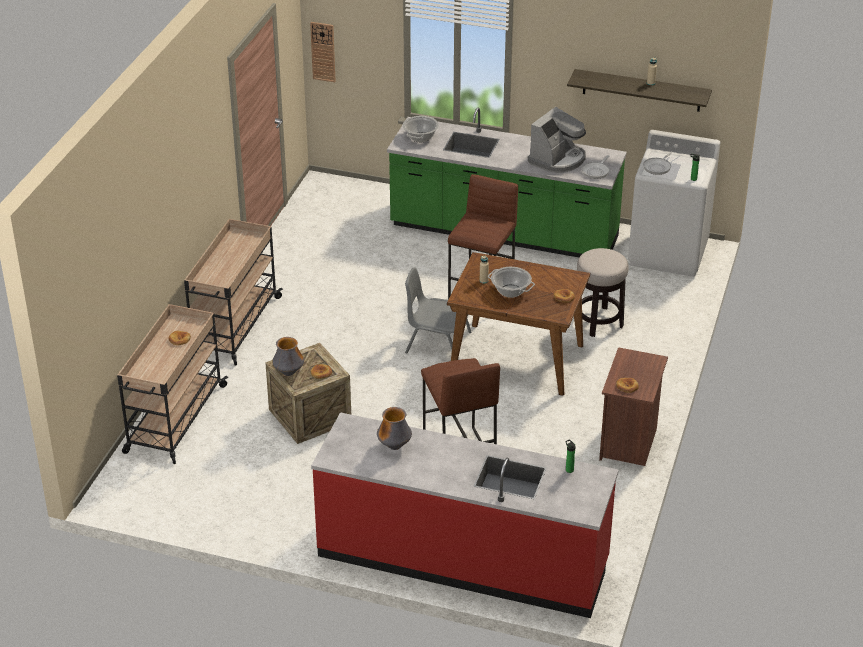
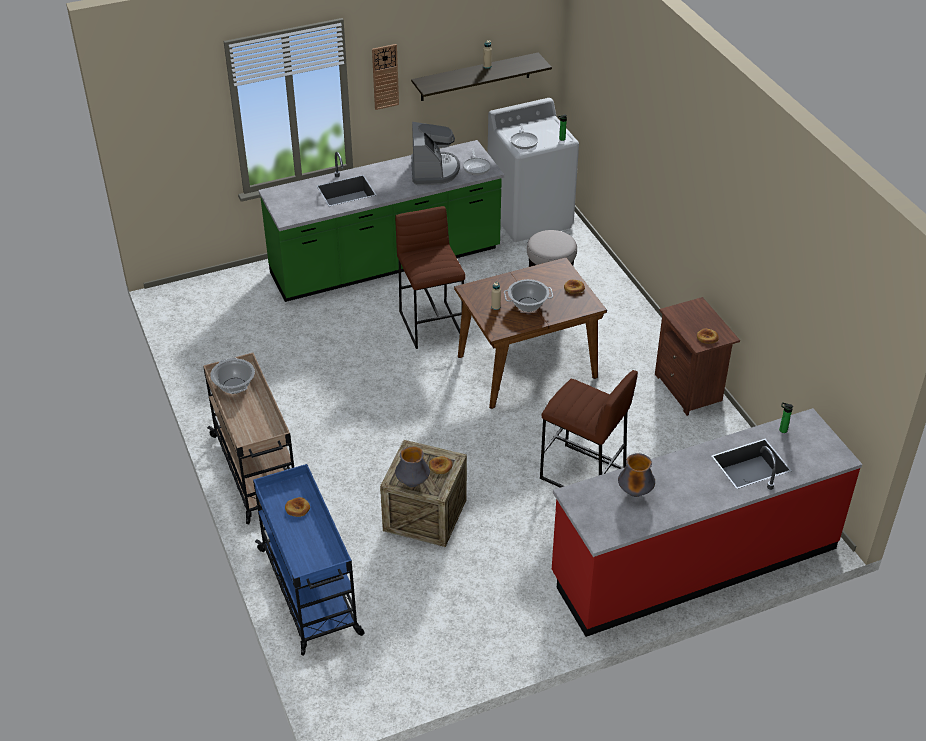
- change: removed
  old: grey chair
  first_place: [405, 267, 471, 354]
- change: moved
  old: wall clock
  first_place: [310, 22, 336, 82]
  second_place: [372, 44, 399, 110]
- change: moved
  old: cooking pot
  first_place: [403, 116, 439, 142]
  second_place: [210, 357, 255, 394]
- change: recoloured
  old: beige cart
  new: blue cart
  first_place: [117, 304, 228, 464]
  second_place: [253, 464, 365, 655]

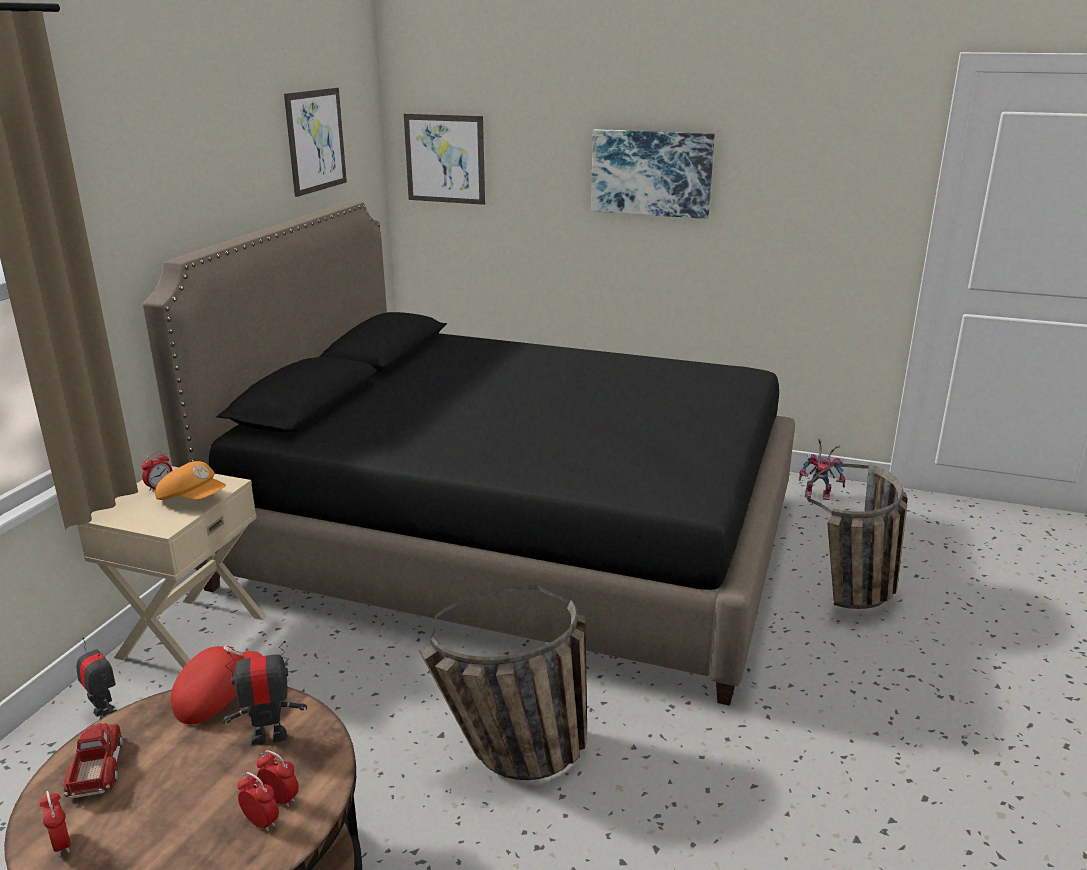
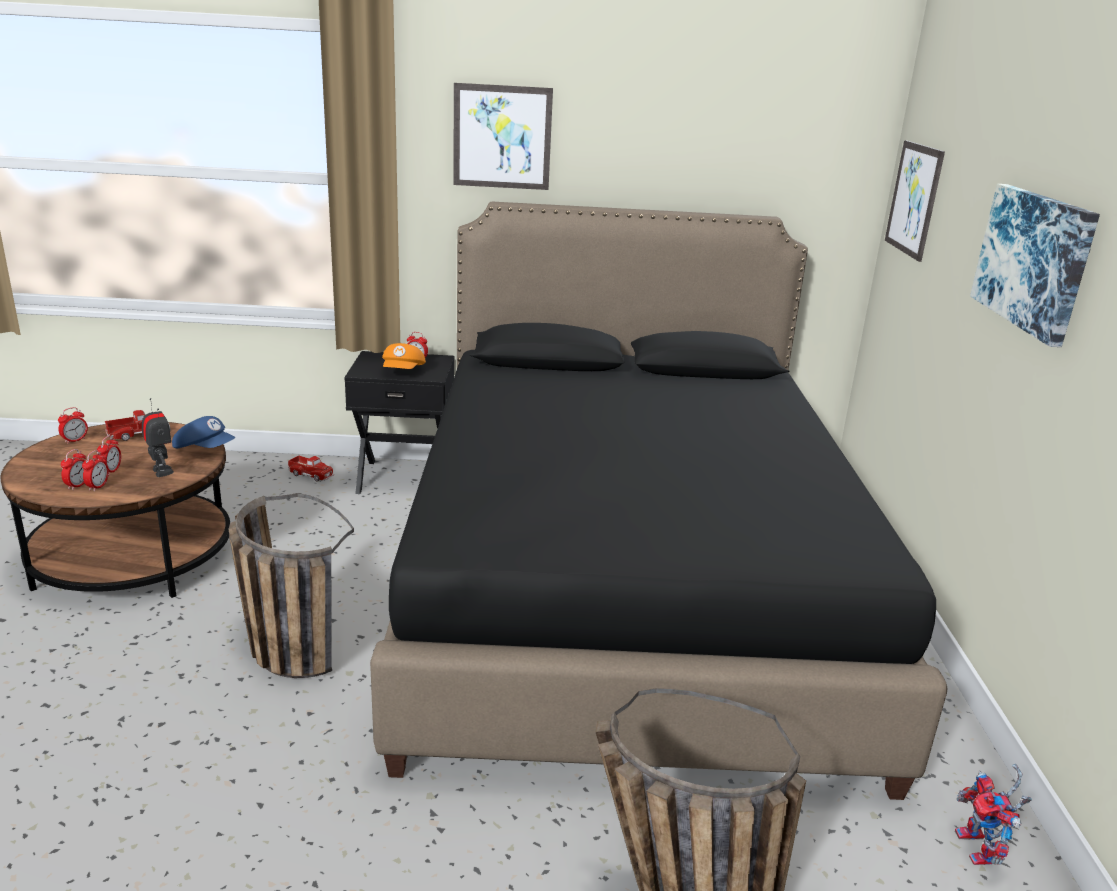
- change: added
  new: alarm clock
  second_place: [97, 436, 121, 475]
- change: moved
  old: picture
  first_place: [284, 88, 347, 197]
  second_place: [453, 83, 553, 190]
- change: replaced
  old: toy robot
  new: toy truck
  first_place: [76, 638, 117, 720]
  second_place: [288, 455, 335, 482]
- change: recoloured
  old: beige nightstand
  new: black nightstand
  first_place: [77, 466, 266, 668]
  second_place: [344, 351, 455, 494]
- change: recoloured
  old: red cap
  new: blue cap
  first_place: [171, 645, 263, 724]
  second_place: [172, 416, 235, 448]

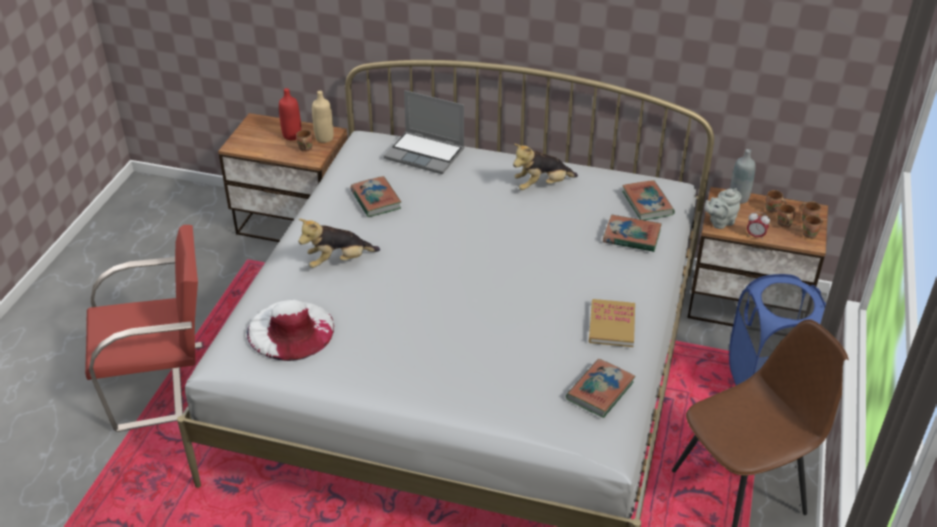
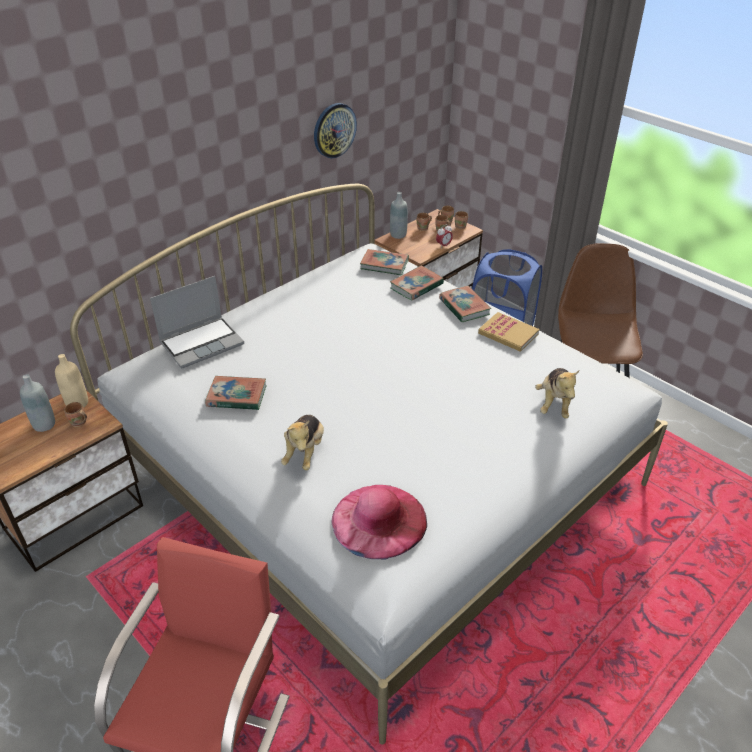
- change: removed
  old: grey teapot
  first_place: [704, 188, 741, 229]
- change: added
  new: wall clock
  second_place: [314, 103, 357, 158]
- change: moved
  old: plush toy
  first_place: [513, 144, 578, 190]
  second_place: [535, 368, 579, 418]
- change: moved
  old: book
  first_place: [566, 359, 636, 418]
  second_place: [439, 286, 491, 322]
- change: recoloured
  old: white hat
  new: pink hat
  first_place: [247, 300, 334, 361]
  second_place: [331, 485, 427, 560]
- change: recoloured
  old: red bottle
  new: grey bottle
  first_place: [279, 88, 301, 140]
  second_place: [20, 374, 55, 432]

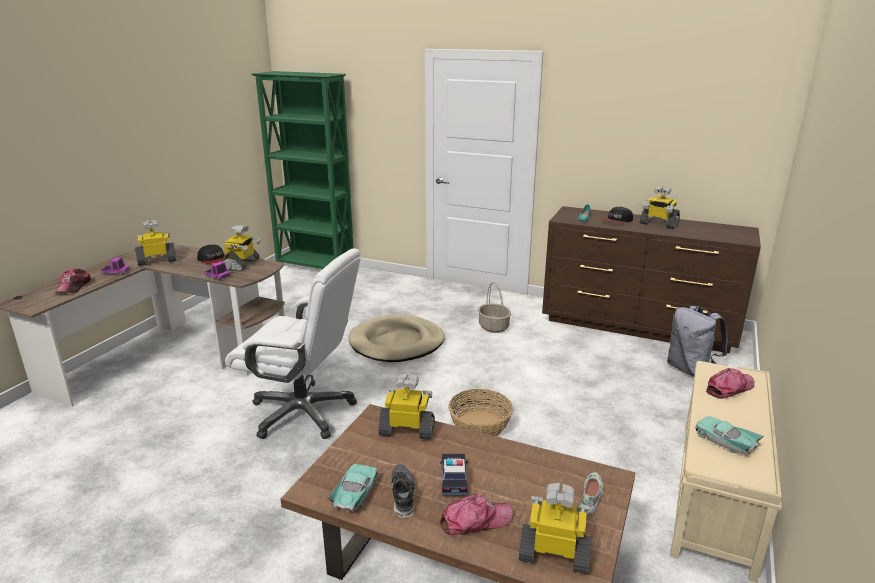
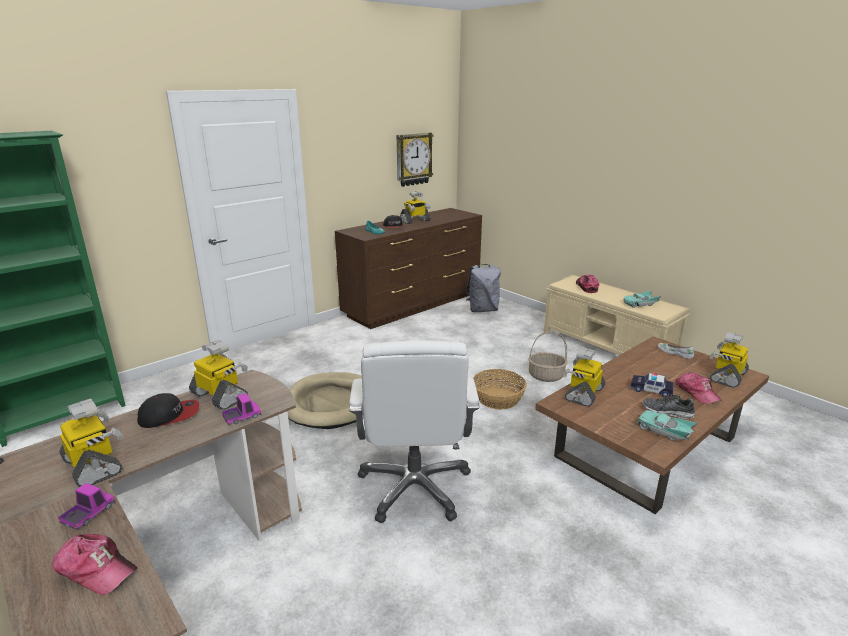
- change: added
  new: wall clock
  second_place: [397, 132, 434, 187]
- change: moved
  old: basket
  first_place: [478, 282, 511, 333]
  second_place: [528, 331, 568, 382]
- change: turned
  old: toy robot
  first_place: [135, 220, 177, 266]
  second_place: [59, 399, 123, 487]
  degrees: 135
- change: turned
  old: white office chair
  first_place: [225, 248, 361, 439]
  second_place: [349, 340, 480, 523]
  degrees: 135
- change: turned
  old: cap
  first_place: [440, 494, 513, 535]
  second_place: [676, 372, 722, 404]
  degrees: 150

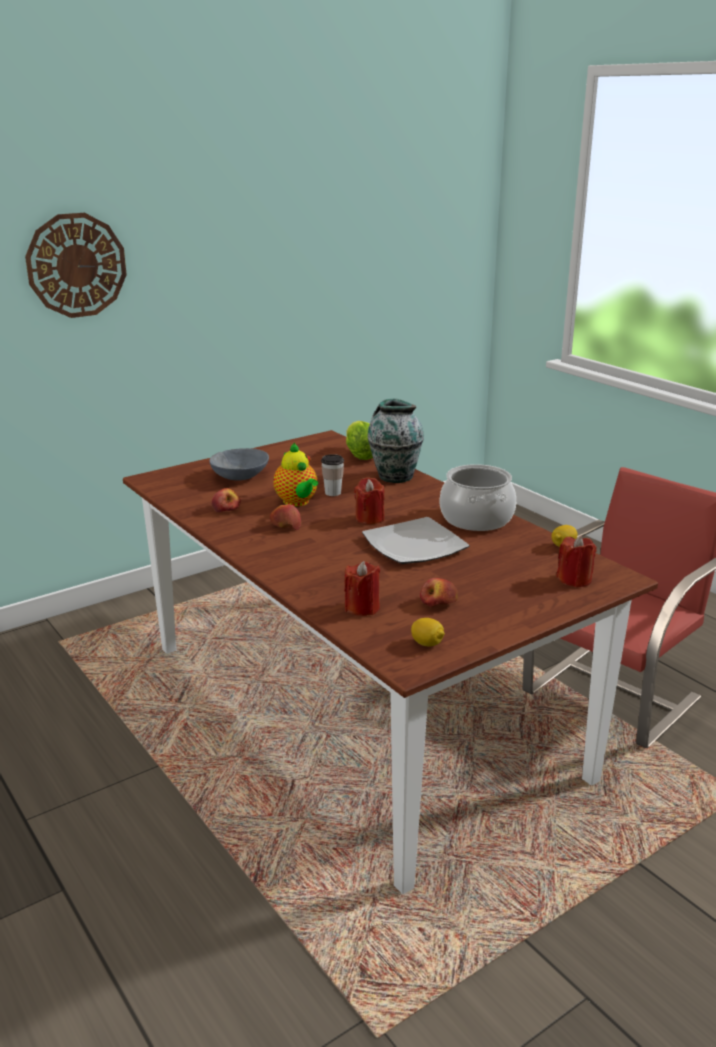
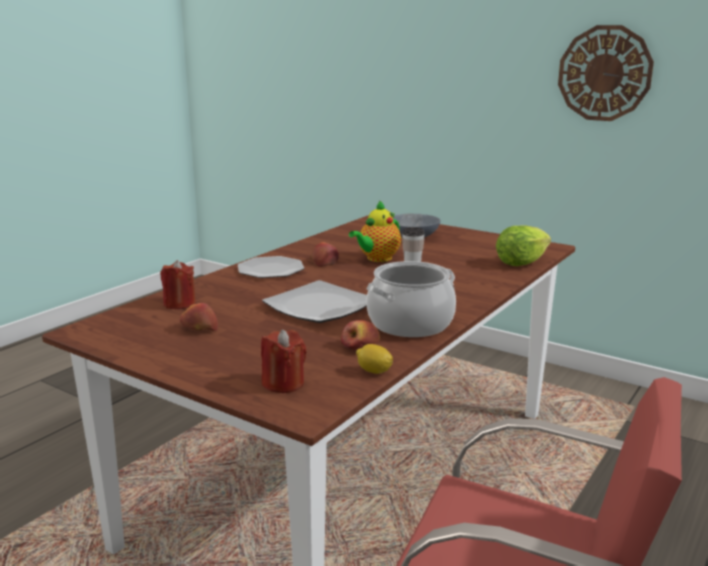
- change: removed
  old: red candle
  first_place: [354, 477, 385, 524]
- change: removed
  old: vase
  first_place: [368, 399, 424, 483]
- change: removed
  old: lemon
  first_place: [411, 618, 445, 647]
- change: added
  new: plate
  second_place: [238, 256, 304, 278]
- change: moved
  old: wall clock
  first_place: [25, 213, 127, 318]
  second_place: [558, 25, 654, 121]
- change: moved
  old: apple
  first_place: [211, 488, 241, 512]
  second_place: [341, 320, 380, 350]

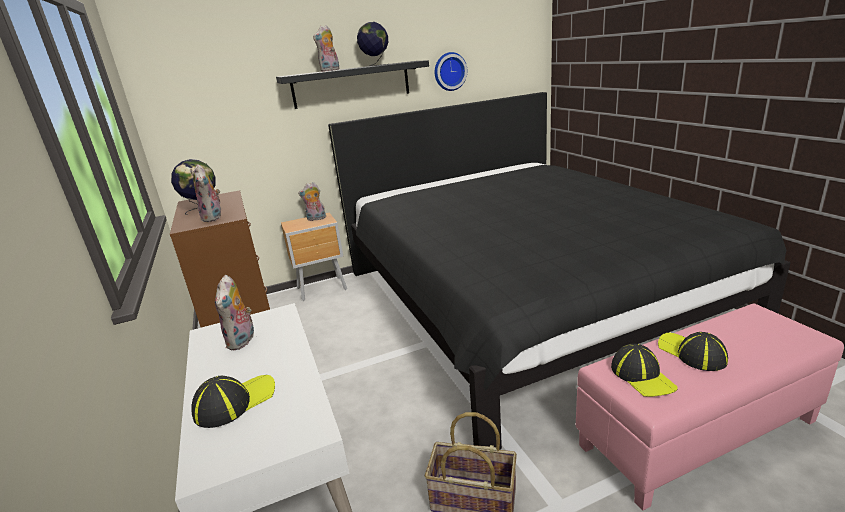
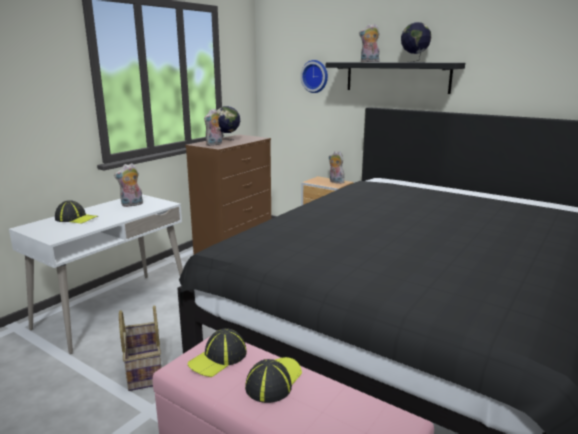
- change: moved
  old: wall clock
  first_place: [435, 52, 467, 91]
  second_place: [300, 60, 328, 93]

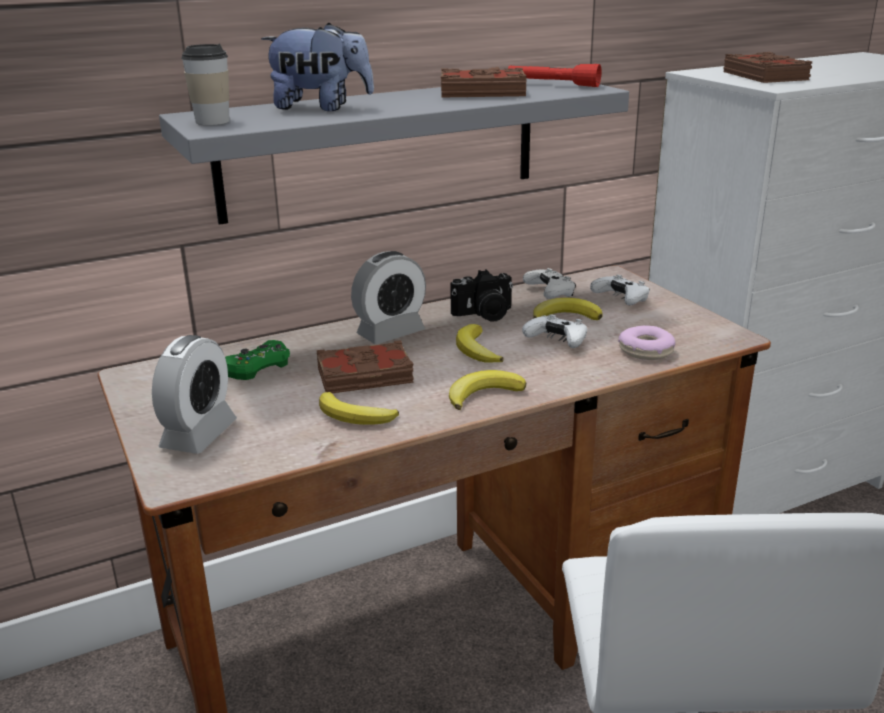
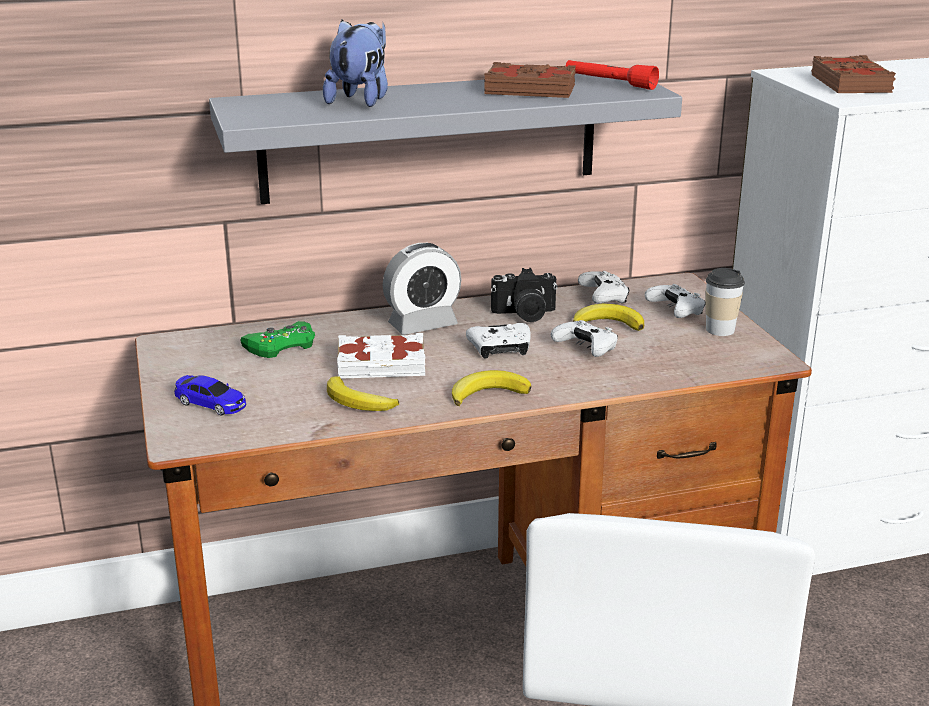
- change: removed
  old: donut
  first_place: [618, 326, 675, 360]
- change: moved
  old: cup
  first_place: [181, 43, 230, 125]
  second_place: [706, 268, 745, 336]
- change: replaced
  old: alarm clock
  new: toy car
  first_place: [152, 335, 237, 454]
  second_place: [174, 375, 246, 415]
- change: replaced
  old: banana
  new: white game controller
  first_place: [456, 324, 504, 363]
  second_place: [466, 323, 531, 358]
- change: recoloured
  old: brown book
  new: white book
  first_place: [316, 340, 414, 393]
  second_place: [337, 333, 426, 379]
- change: turned
  old: plush toy
  first_place: [261, 23, 374, 111]
  second_place: [323, 20, 388, 107]
  degrees: -90

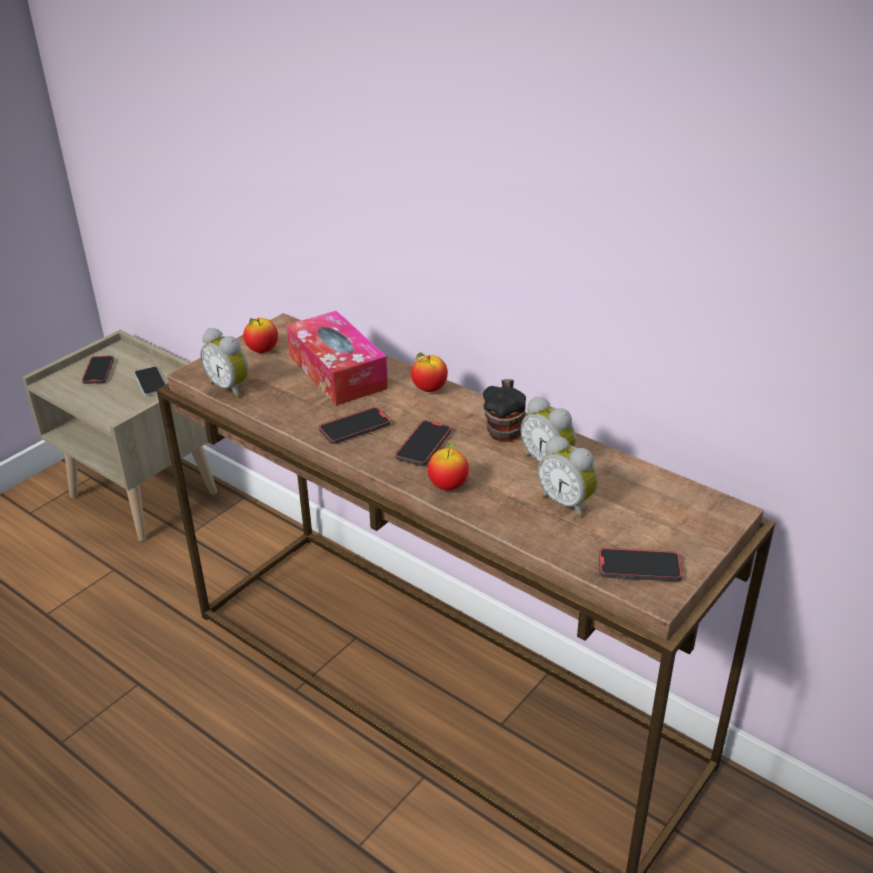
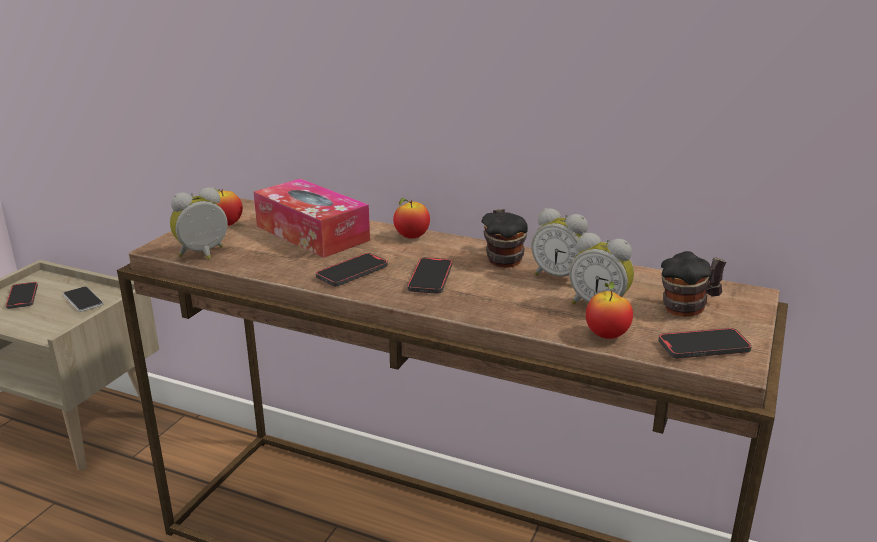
- change: added
  new: mug
  second_place: [661, 251, 726, 317]
- change: moved
  old: apple
  first_place: [427, 441, 469, 490]
  second_place: [586, 281, 633, 339]
- change: turned
  old: alarm clock
  first_place: [200, 328, 248, 397]
  second_place: [170, 187, 228, 259]
  degrees: 120

